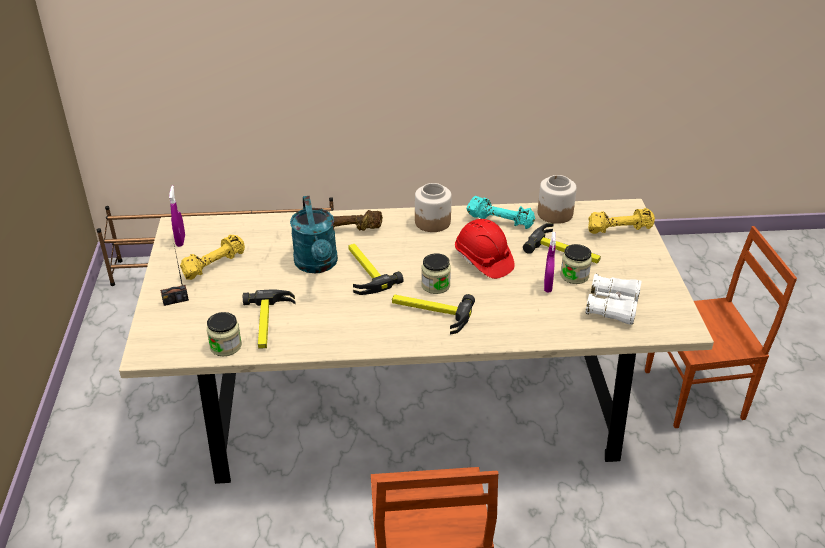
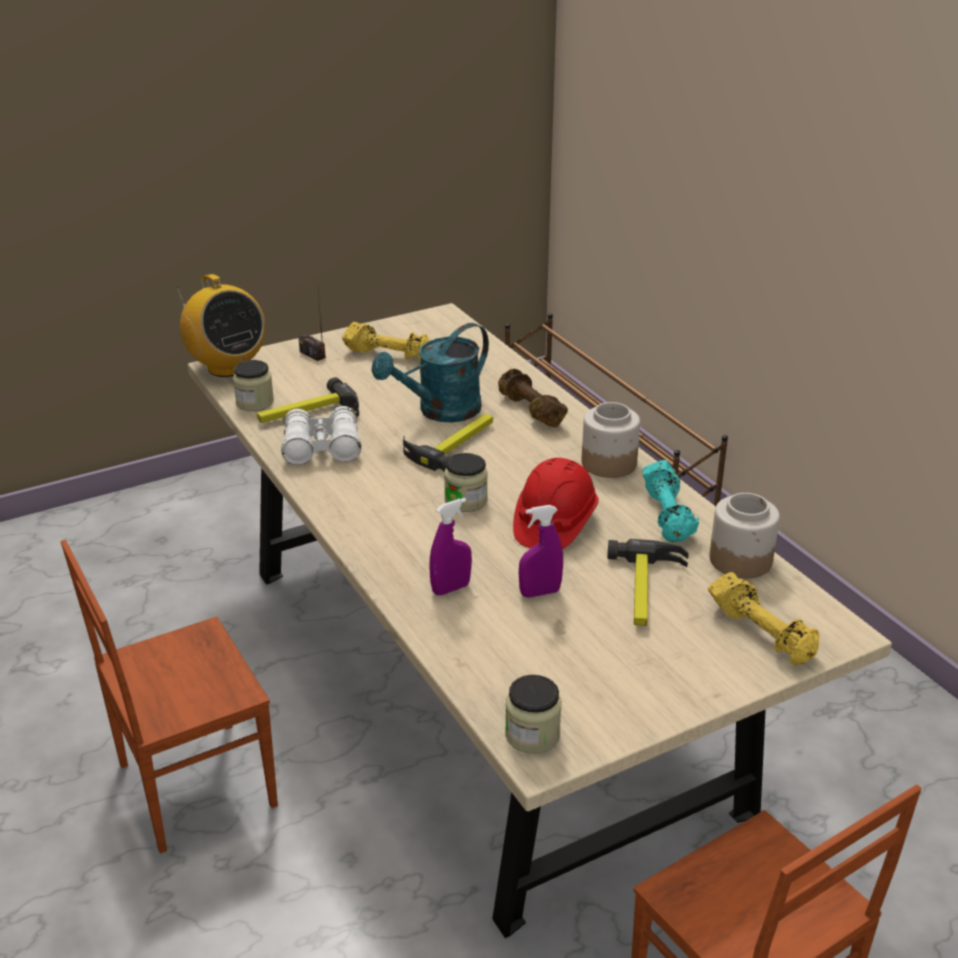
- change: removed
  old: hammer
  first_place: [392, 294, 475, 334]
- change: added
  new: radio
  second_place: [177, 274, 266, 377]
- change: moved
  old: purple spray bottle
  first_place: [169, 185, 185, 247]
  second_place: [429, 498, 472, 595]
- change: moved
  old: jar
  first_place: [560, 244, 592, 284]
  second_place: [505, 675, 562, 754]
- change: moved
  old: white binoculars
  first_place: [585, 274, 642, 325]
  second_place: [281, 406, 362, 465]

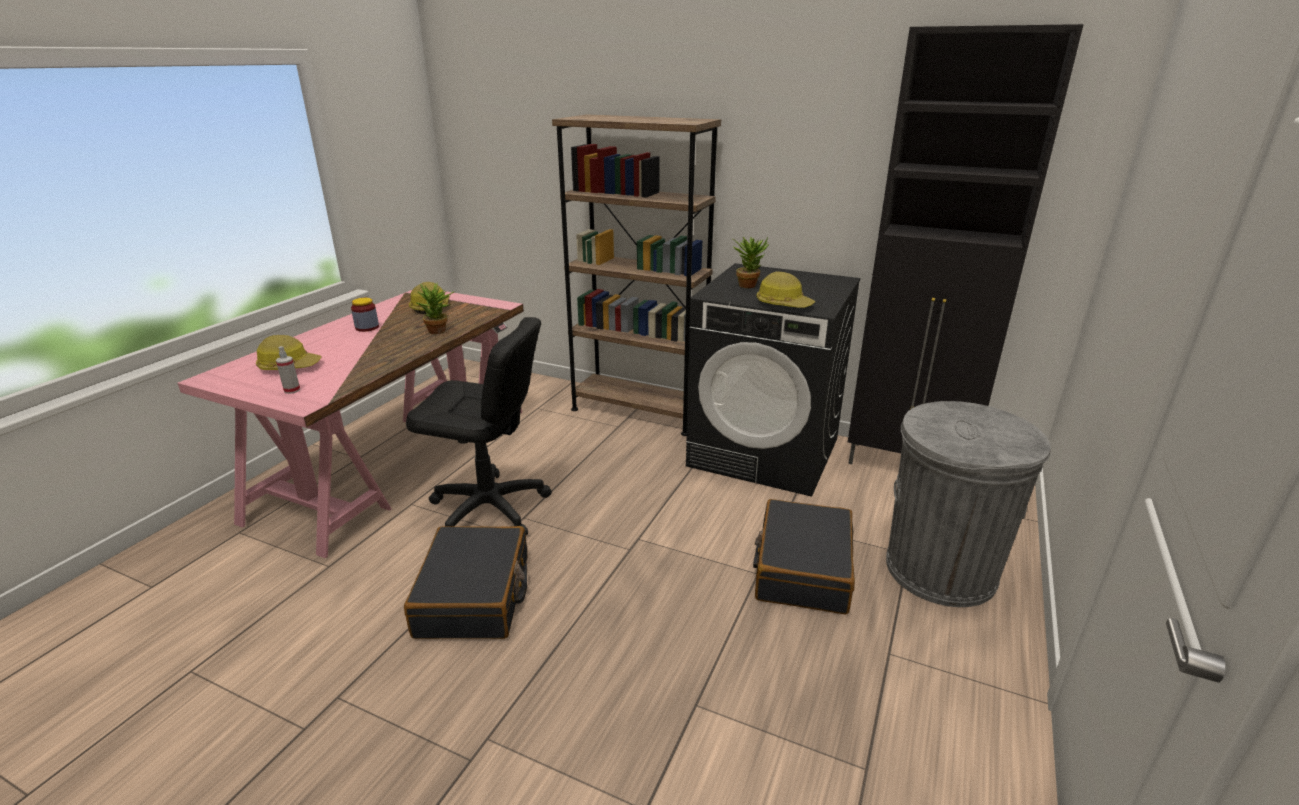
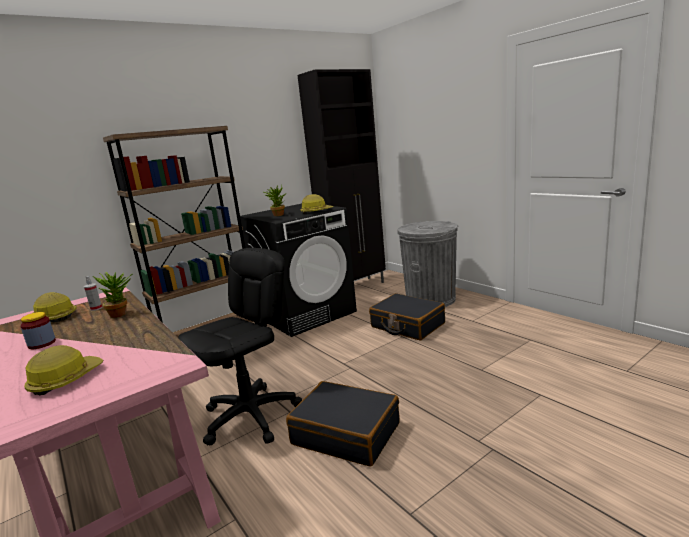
- change: moved
  old: spray bottle
  first_place: [276, 346, 300, 394]
  second_place: [84, 276, 102, 311]

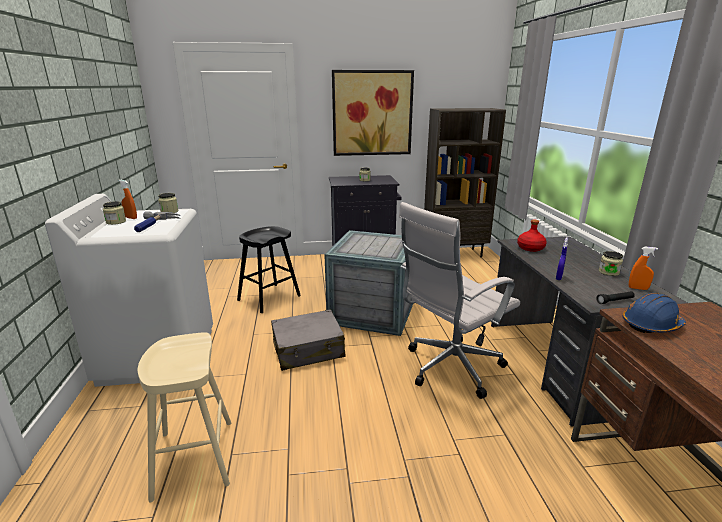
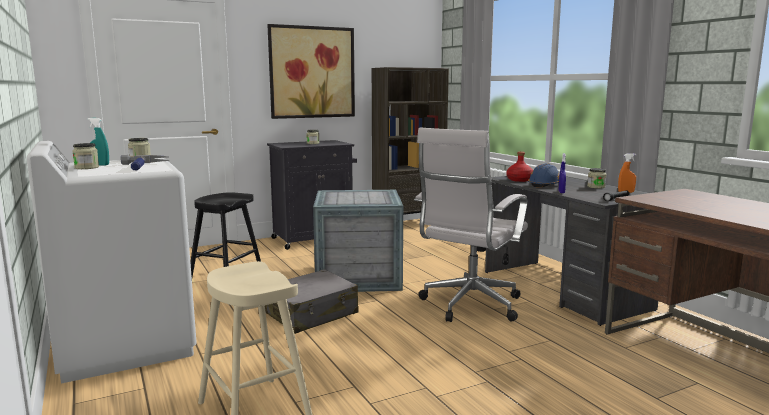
- change: moved
  old: blue hard hat
  first_place: [623, 293, 686, 333]
  second_place: [528, 163, 559, 187]
- change: recoloured
  old: orange spray bottle
  new: turquoise spray bottle
  first_place: [119, 180, 137, 219]
  second_place: [87, 118, 109, 166]

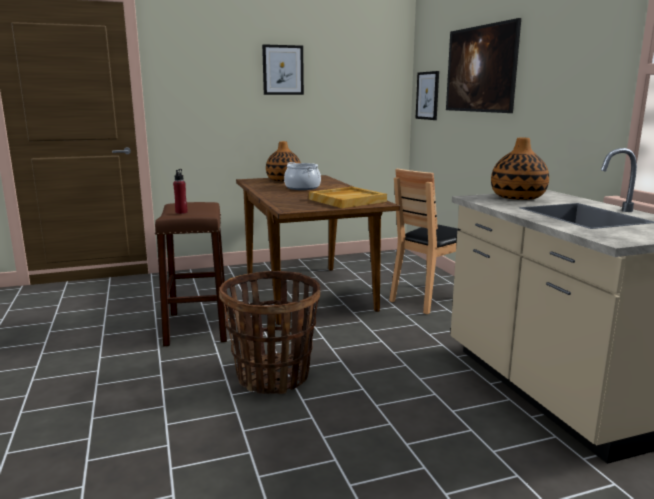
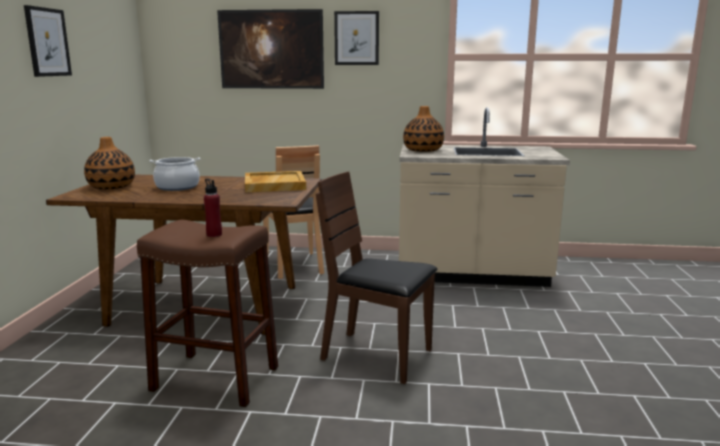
- change: moved
  old: picture
  first_place: [416, 71, 439, 120]
  second_place: [334, 11, 379, 65]
- change: replaced
  old: basket
  new: brown chair
  first_place: [219, 271, 320, 394]
  second_place: [316, 172, 437, 384]

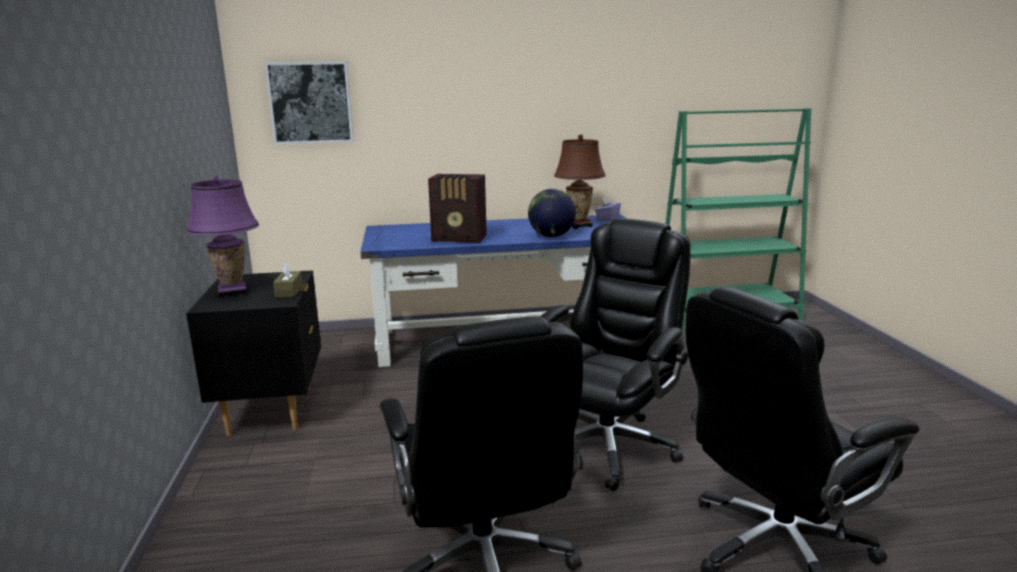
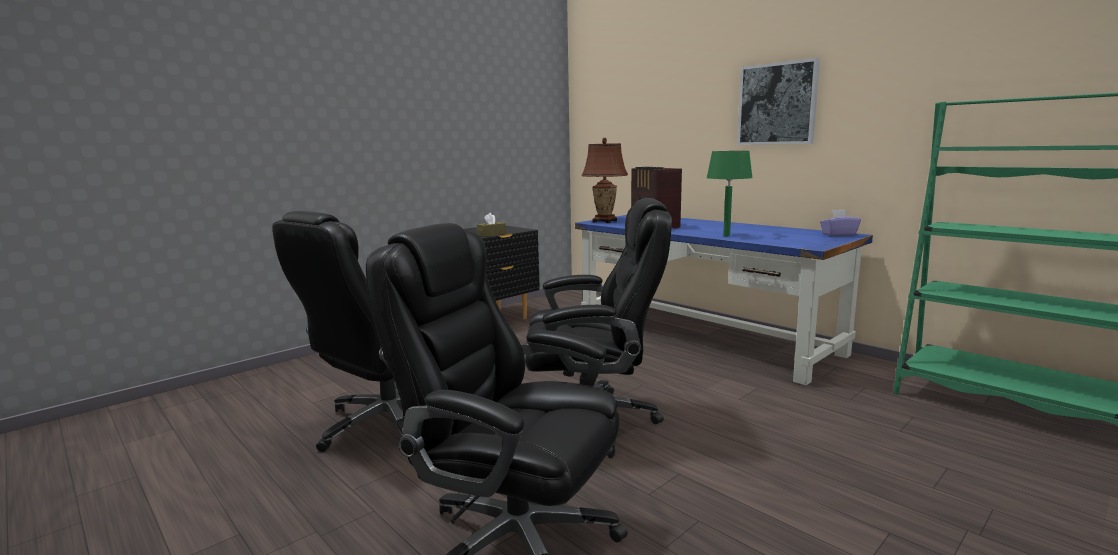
- change: removed
  old: purple table lamp
  first_place: [186, 174, 259, 297]
- change: moved
  old: picture
  first_place: [264, 61, 354, 144]
  second_place: [737, 58, 820, 145]
- change: moved
  old: brown table lamp
  first_place: [554, 134, 606, 229]
  second_place: [582, 138, 628, 223]
- change: replaced
  old: globe
  new: green table lamp
  first_place: [528, 189, 576, 237]
  second_place: [707, 151, 753, 236]

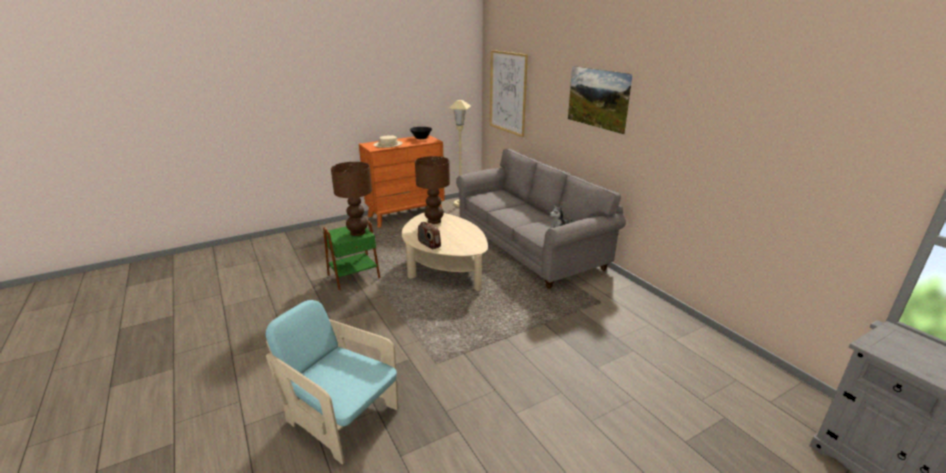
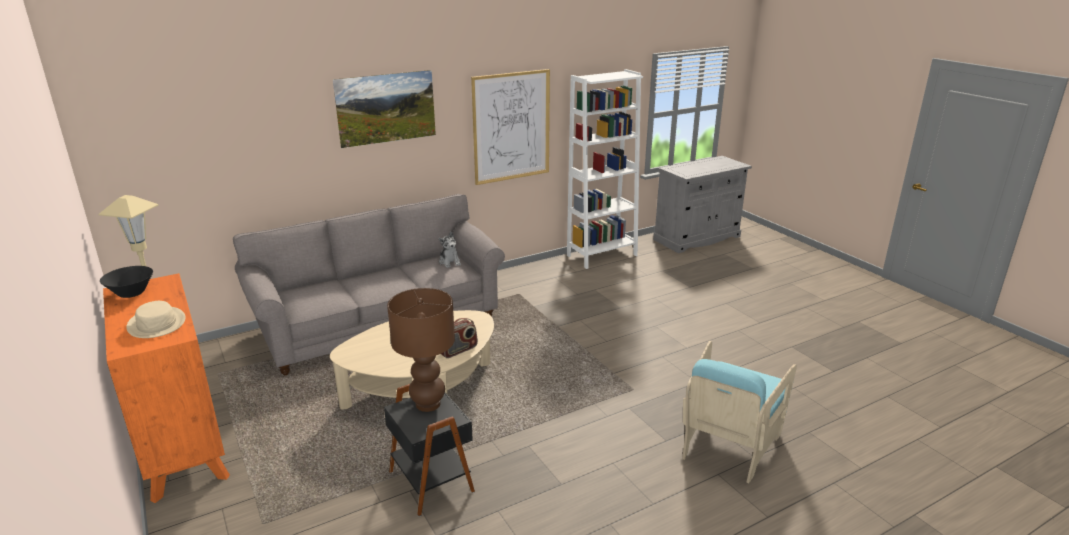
- change: removed
  old: brown table lamp
  first_place: [415, 156, 450, 224]
- change: added
  new: white bookcase
  second_place: [567, 69, 643, 269]
- change: moved
  old: picture
  first_place: [490, 50, 528, 137]
  second_place: [471, 69, 550, 185]
- change: recoloured
  old: green side table
  new: black side table
  first_place: [323, 220, 380, 291]
  second_place: [384, 384, 475, 516]

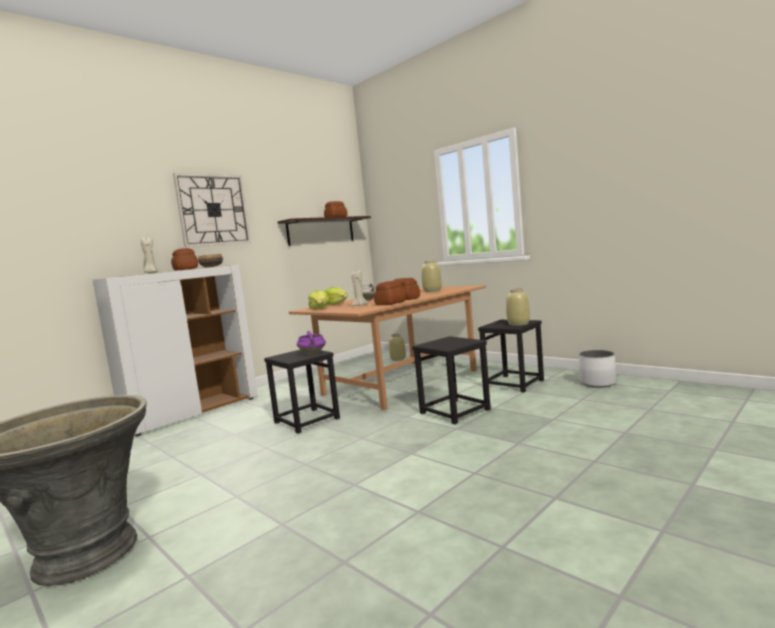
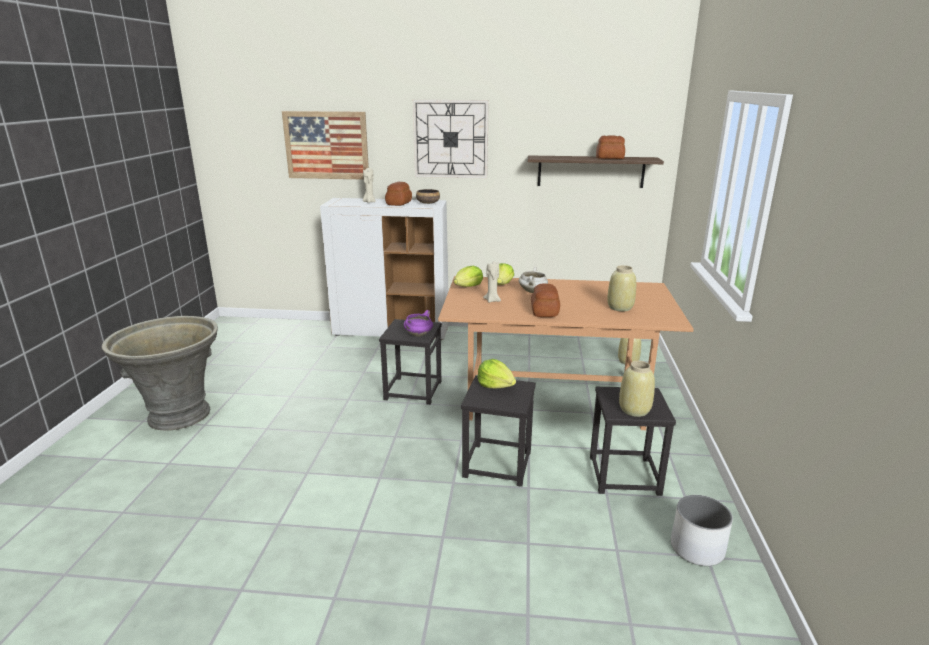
- change: removed
  old: bread
  first_place: [374, 281, 406, 305]
- change: added
  new: picture
  second_place: [282, 111, 369, 180]
- change: added
  new: lettuce
  second_place: [477, 359, 516, 388]

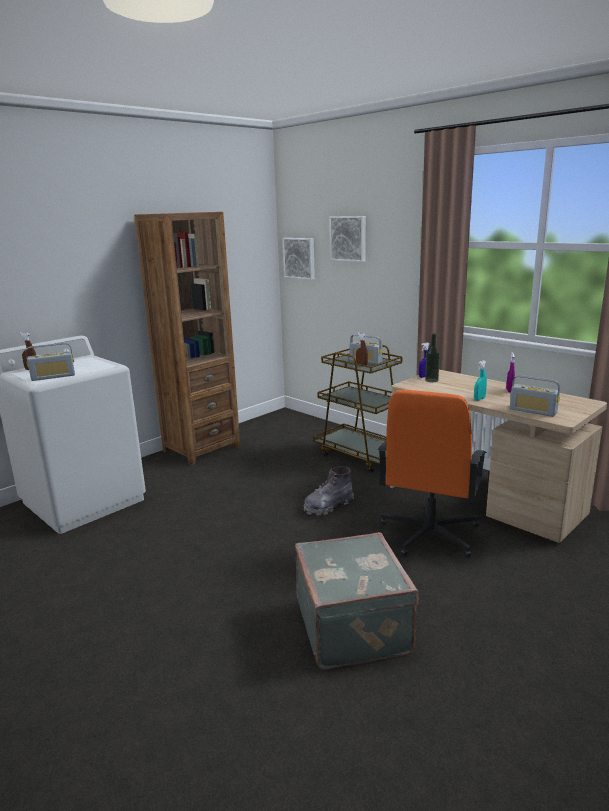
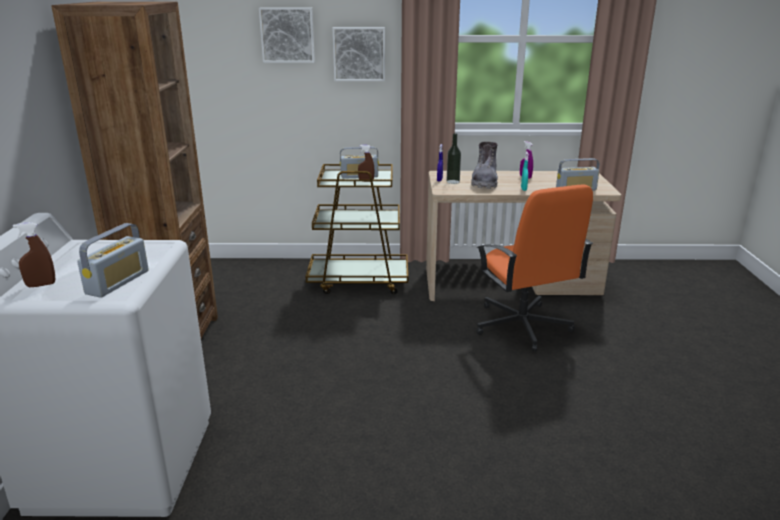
- change: removed
  old: grey suitcase
  first_place: [295, 532, 419, 670]
- change: moved
  old: picture
  first_place: [283, 238, 315, 280]
  second_place: [333, 27, 385, 81]
- change: moved
  old: grey boot
  first_place: [303, 466, 354, 515]
  second_place: [471, 142, 498, 189]

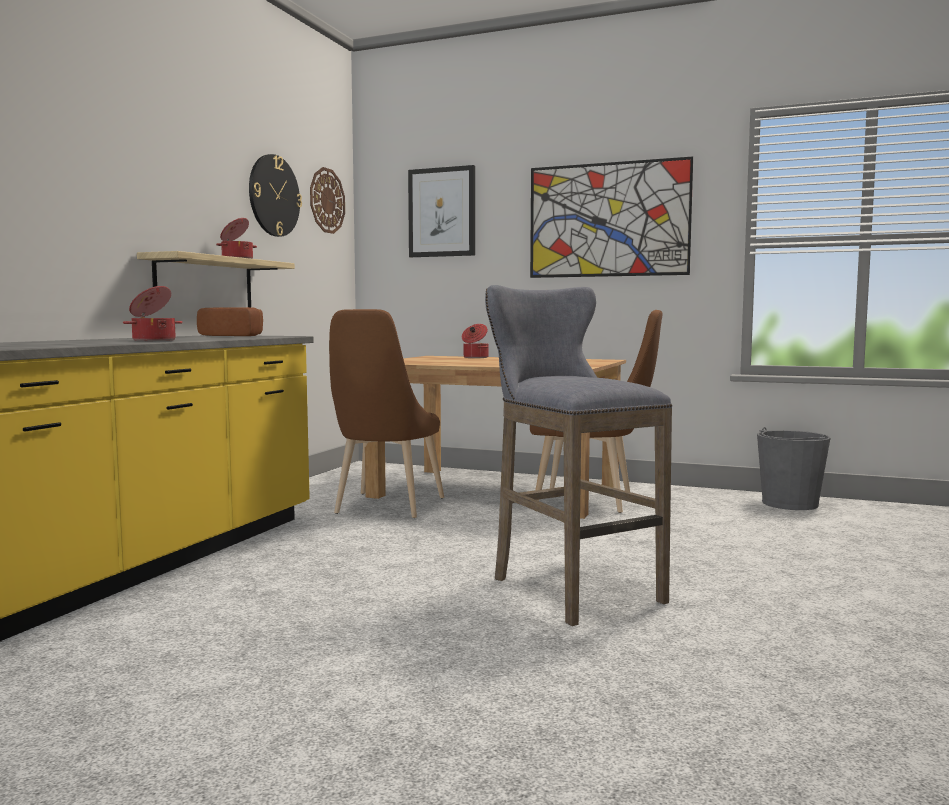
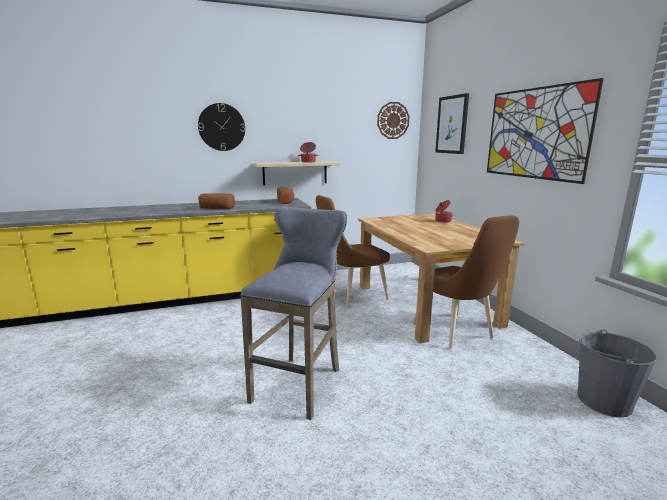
- change: moved
  old: wall clock
  first_place: [249, 154, 302, 237]
  second_place: [198, 103, 245, 151]
- change: replaced
  old: cooking pot
  new: bread
  first_place: [123, 286, 183, 341]
  second_place: [198, 193, 235, 209]

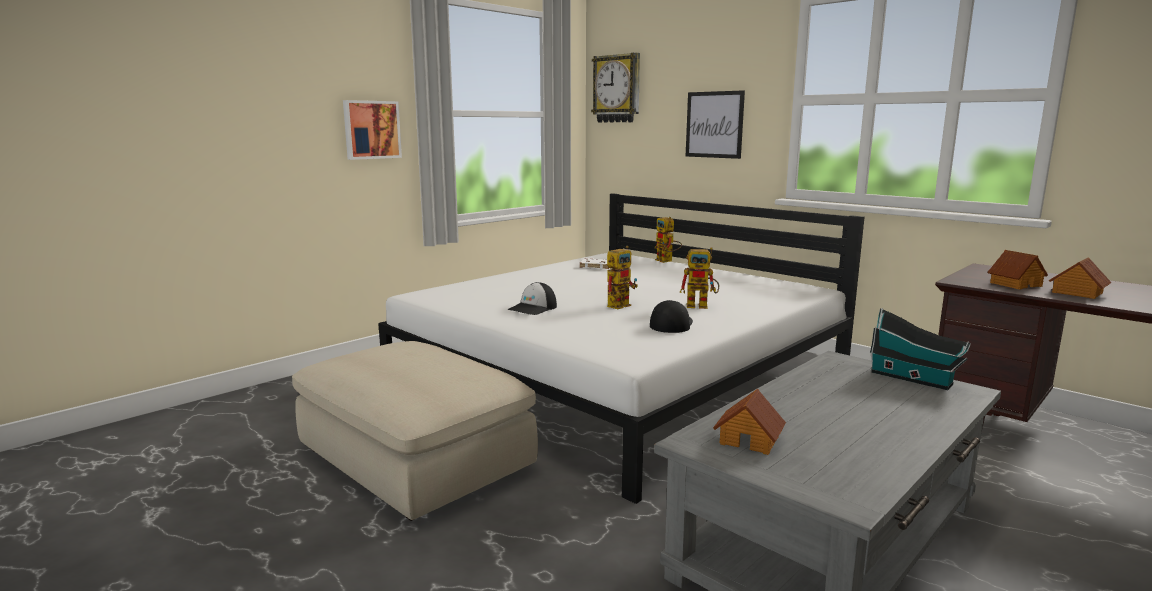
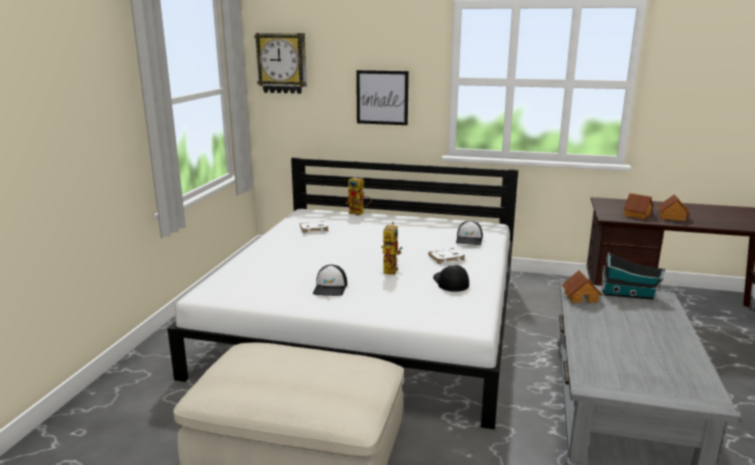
- change: removed
  old: picture
  first_place: [343, 100, 402, 160]
- change: added
  new: cap
  second_place: [456, 221, 483, 245]
- change: moved
  old: toy house
  first_place: [713, 389, 786, 455]
  second_place: [562, 270, 602, 303]
- change: replaced
  old: toy robot
  new: white book
  first_place: [680, 247, 719, 309]
  second_place: [428, 248, 465, 264]

